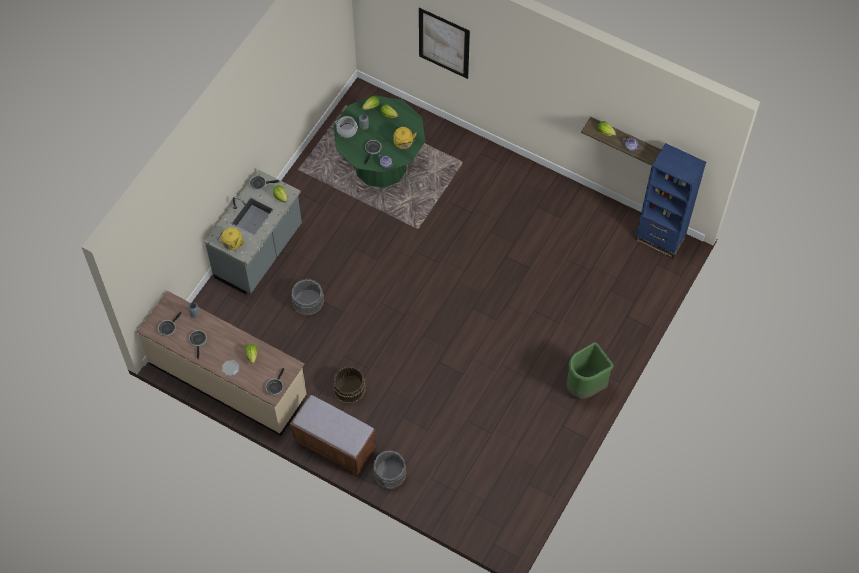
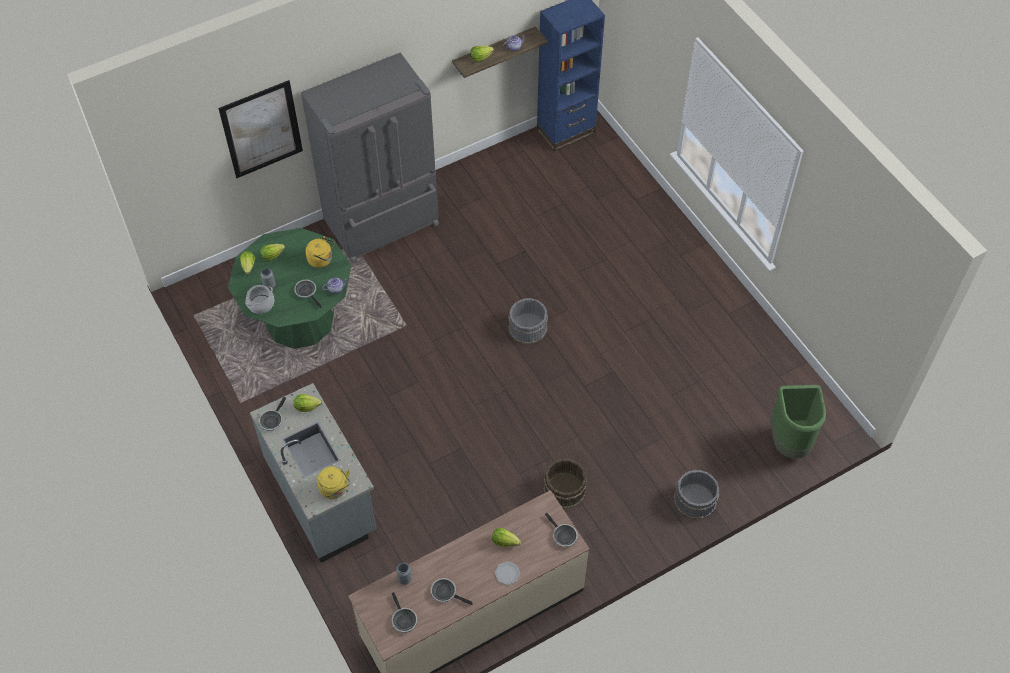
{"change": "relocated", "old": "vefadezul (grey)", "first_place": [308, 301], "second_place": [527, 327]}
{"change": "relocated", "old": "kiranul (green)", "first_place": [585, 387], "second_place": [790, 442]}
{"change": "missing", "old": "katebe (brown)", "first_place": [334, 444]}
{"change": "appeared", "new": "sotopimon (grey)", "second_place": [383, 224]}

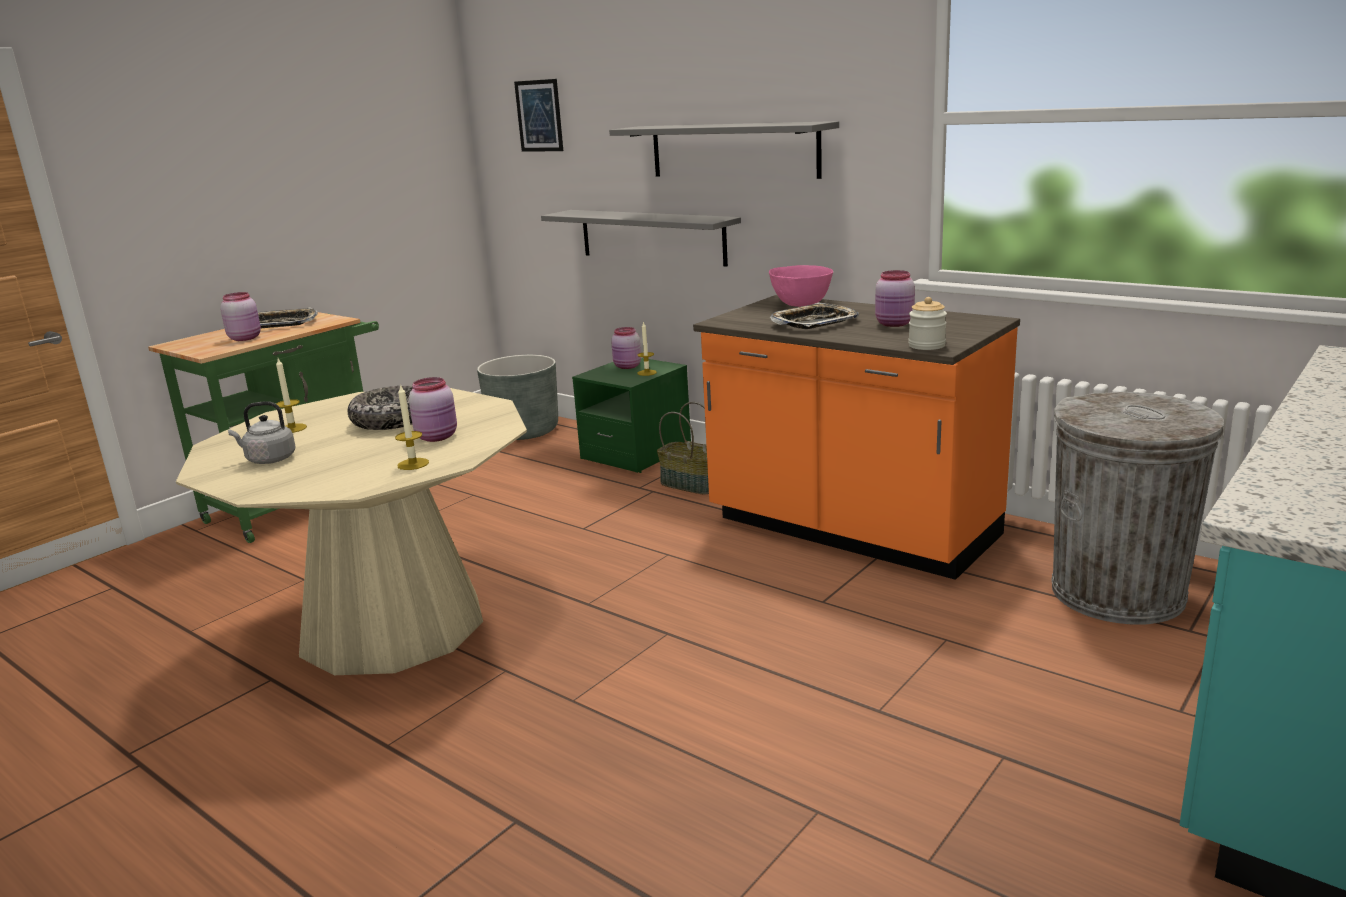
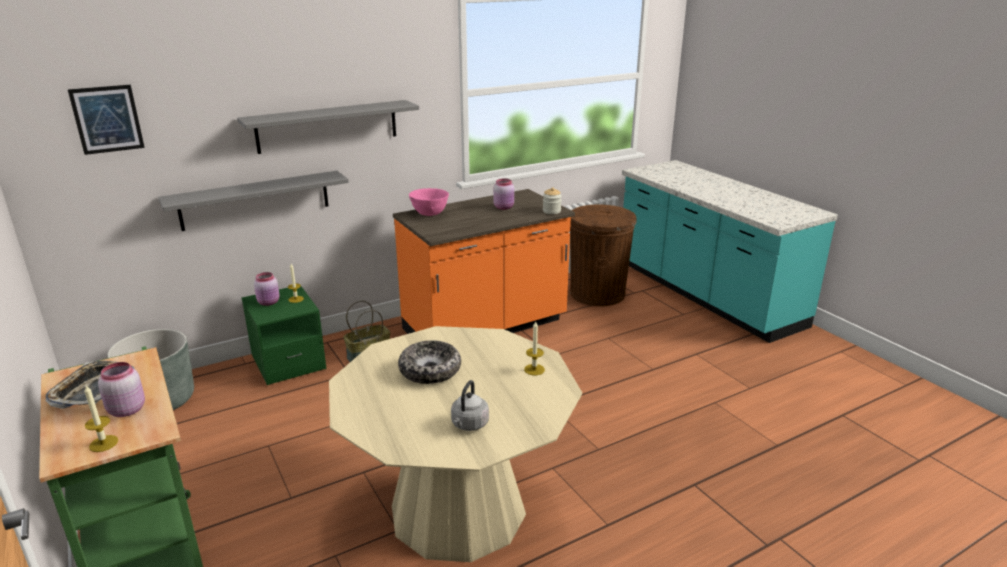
{"change": "missing", "old": "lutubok", "first_place": [814, 322]}
{"change": "relocated", "old": "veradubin", "first_place": [292, 428], "second_place": [103, 443]}
{"change": "missing", "old": "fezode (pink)", "first_place": [438, 437]}
{"change": "colour", "old": "kiranul (grey)", "new": "kiranul (brown)", "first_place": [1118, 593], "second_place": [597, 293]}

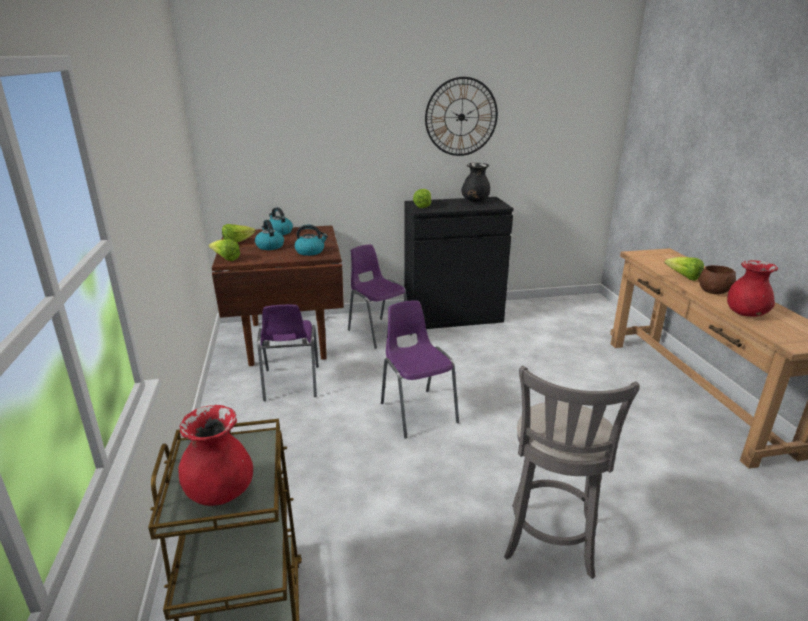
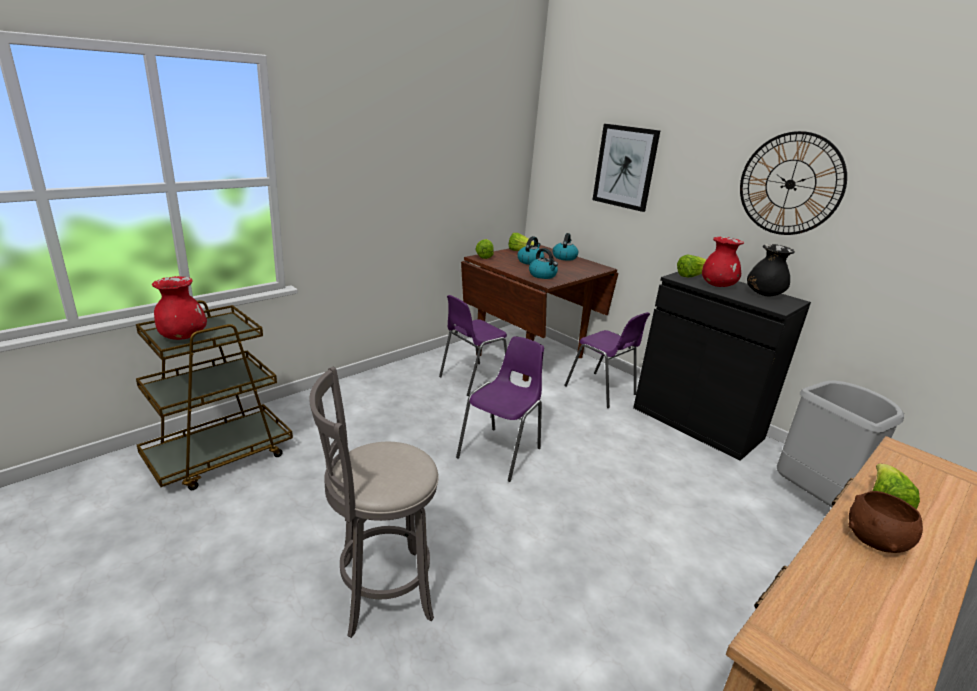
{"change": "spun", "old": "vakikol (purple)", "first_place": [378, 332], "second_place": [601, 391], "degrees": 120}
{"change": "relocated", "old": "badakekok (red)", "first_place": [745, 314], "second_place": [717, 285]}
{"change": "appeared", "new": "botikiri", "second_place": [625, 167]}
{"change": "appeared", "new": "kiranul (grey)", "second_place": [815, 498]}

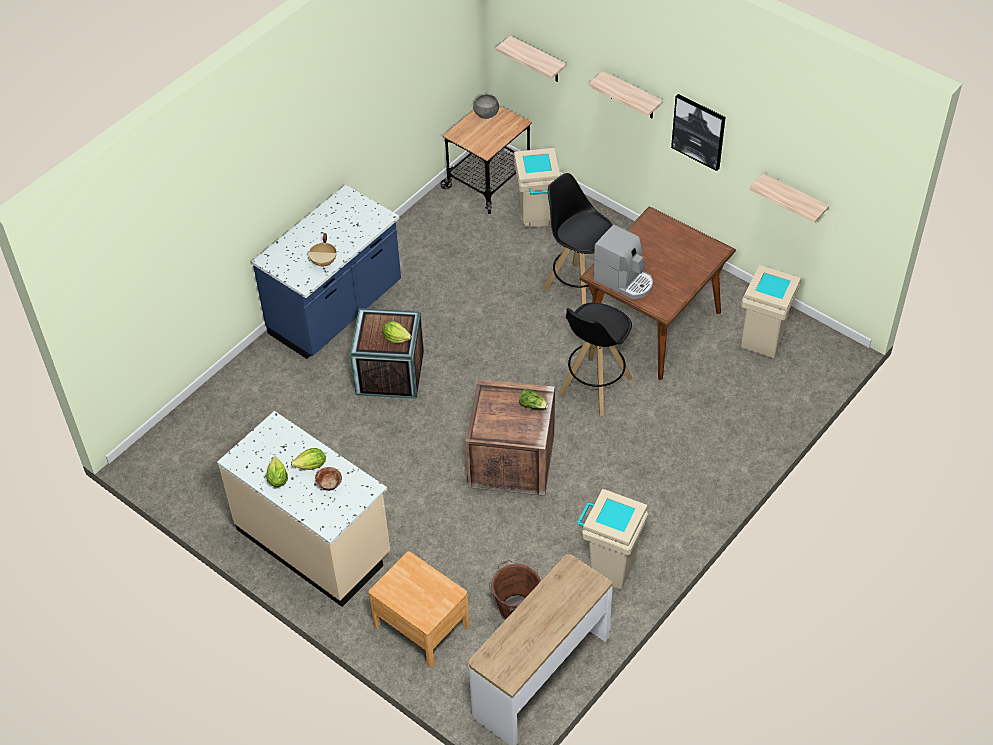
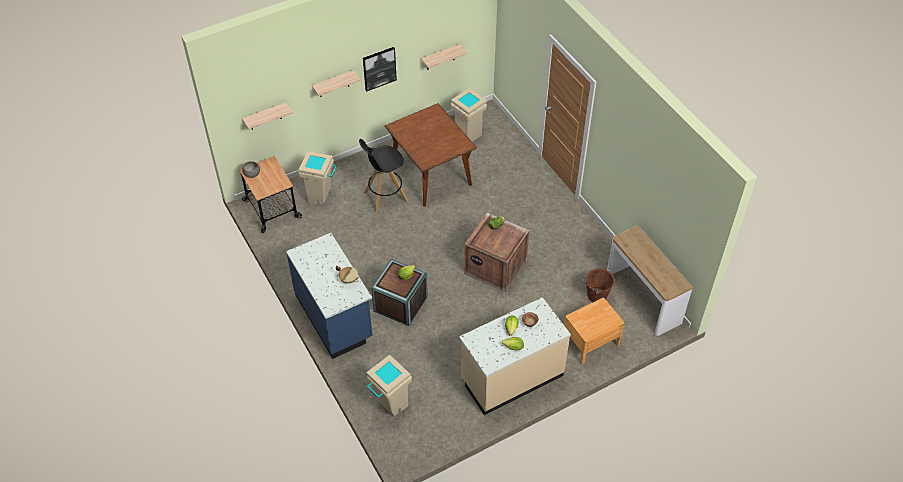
{"change": "missing", "old": "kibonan", "first_place": [624, 281]}
{"change": "missing", "old": "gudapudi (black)", "first_place": [594, 386]}
{"change": "relocated", "old": "kiranul (beige)", "first_place": [609, 568], "second_place": [390, 406]}

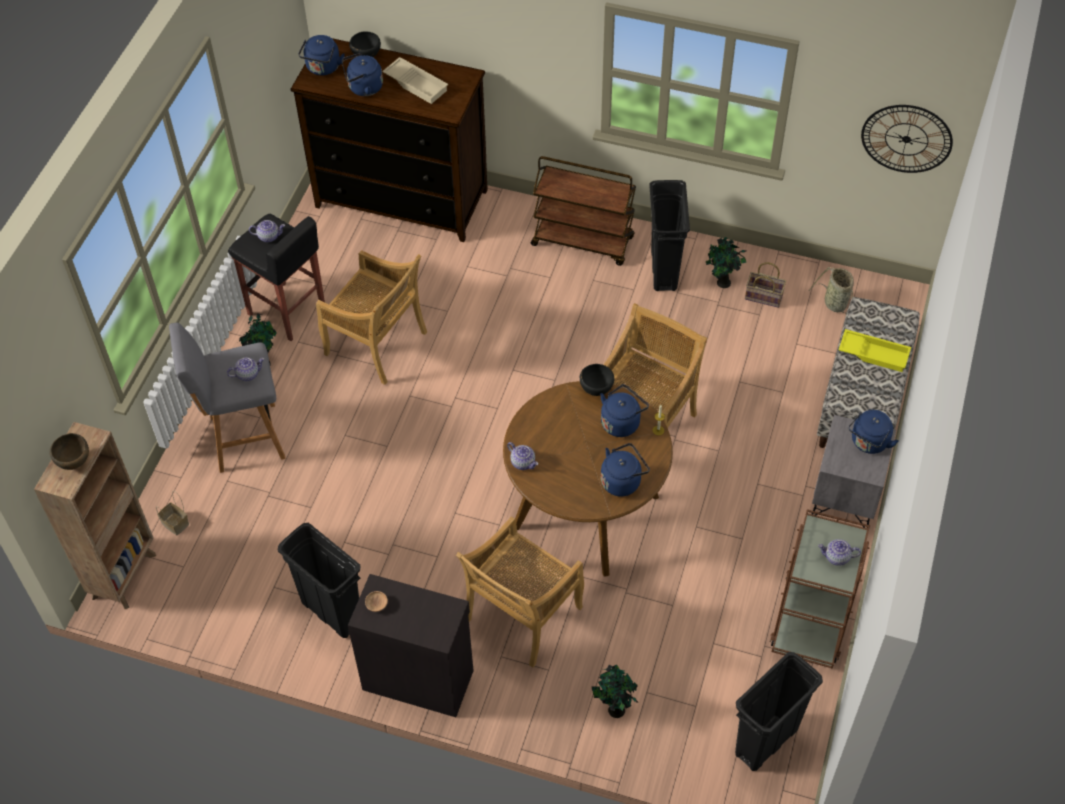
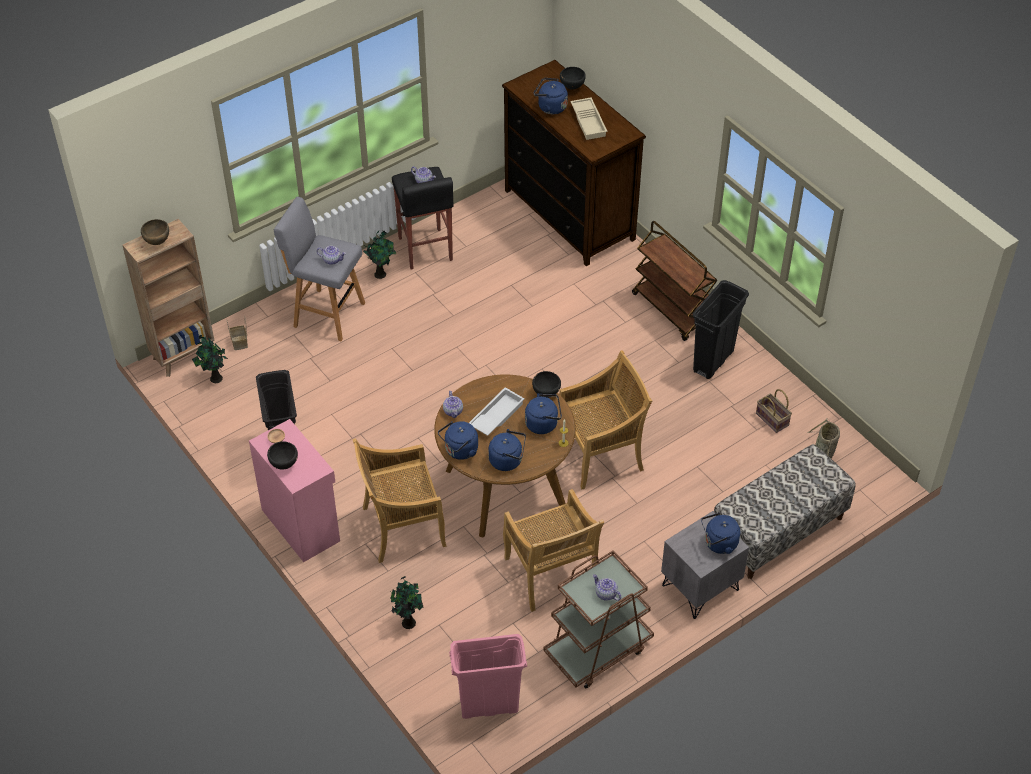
{"change": "relocated", "old": "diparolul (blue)", "first_place": [323, 68], "second_place": [460, 451]}
{"change": "missing", "old": "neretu", "first_place": [906, 139]}
{"change": "relocated", "old": "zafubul", "first_place": [722, 283], "second_place": [215, 378]}
{"change": "relocated", "old": "vakikol (beige)", "first_place": [377, 344], "second_place": [551, 574]}
{"change": "missing", "old": "lutubok (yellow)", "first_place": [874, 353]}
{"change": "colour", "old": "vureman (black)", "new": "vureman (pink)", "first_place": [418, 678], "second_place": [301, 524]}
{"change": "colour", "old": "kiranul (black)", "new": "kiranul (pink)", "first_place": [765, 742], "second_place": [488, 706]}
{"change": "appeared", "new": "lutubok (white)", "second_place": [496, 415]}
{"change": "appeared", "new": "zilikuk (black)", "second_place": [283, 464]}

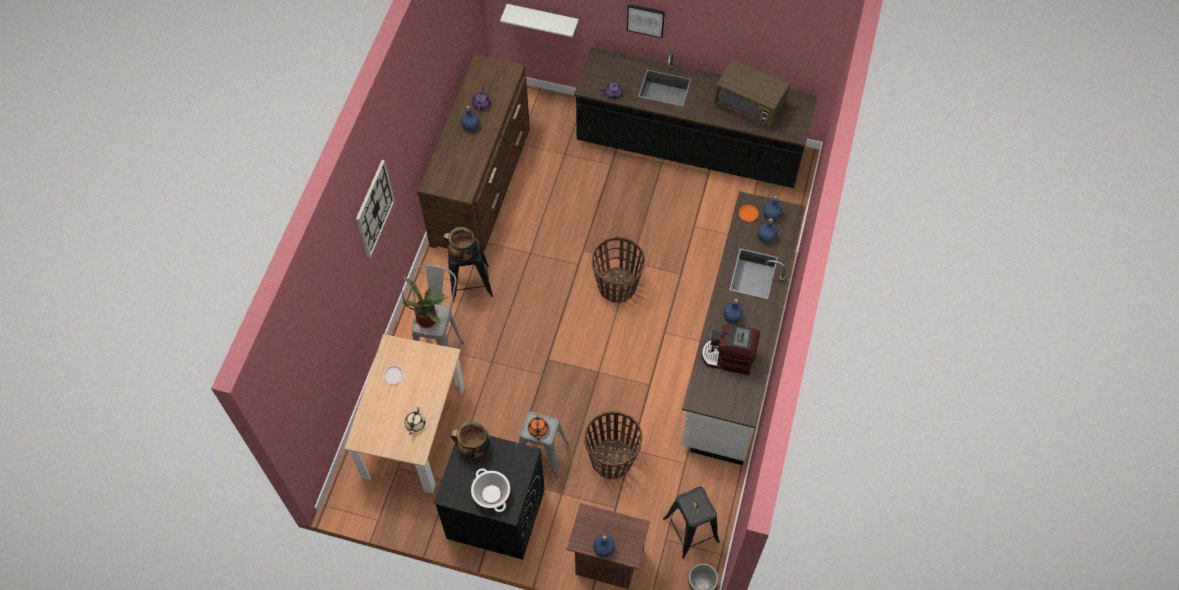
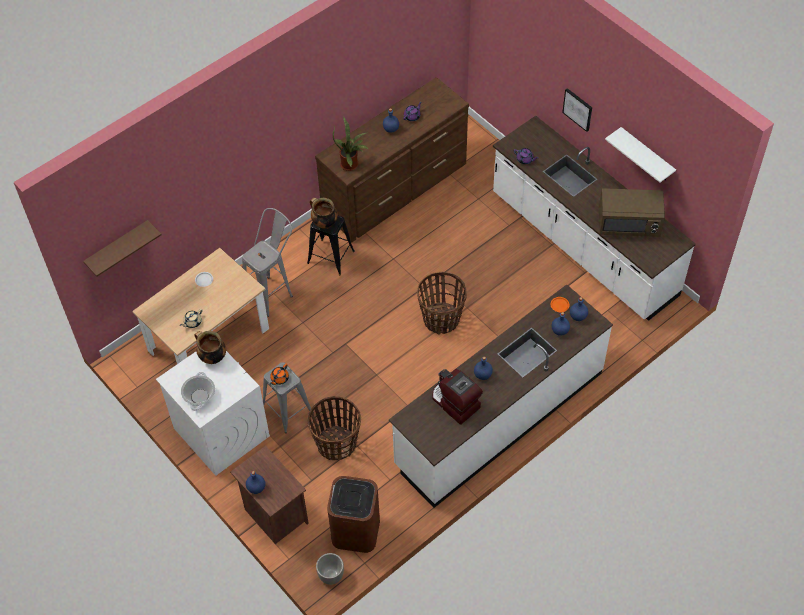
{"change": "relocated", "old": "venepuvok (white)", "first_place": [543, 19], "second_place": [646, 155]}
{"change": "colour", "old": "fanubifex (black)", "new": "fanubifex (white)", "first_place": [689, 149], "second_place": [583, 245]}
{"change": "spun", "old": "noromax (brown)", "first_place": [749, 106], "second_place": [629, 224], "degrees": -60}
{"change": "missing", "old": "neretu", "first_place": [374, 209]}
{"change": "relocated", "old": "zafubul", "first_place": [428, 318], "second_place": [351, 164]}
{"change": "colour", "old": "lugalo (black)", "new": "lugalo (white)", "first_place": [495, 514], "second_place": [221, 432]}
{"change": "exchanged", "old": "gudapudi (black)", "new": "kiranul (brown)", "first_place": [691, 530], "second_place": [355, 531]}
{"change": "appeared", "new": "venepuvok (brown)", "second_place": [118, 247]}

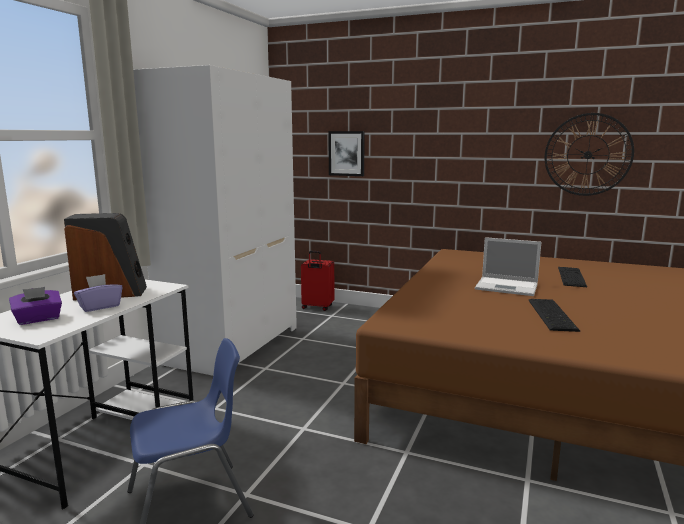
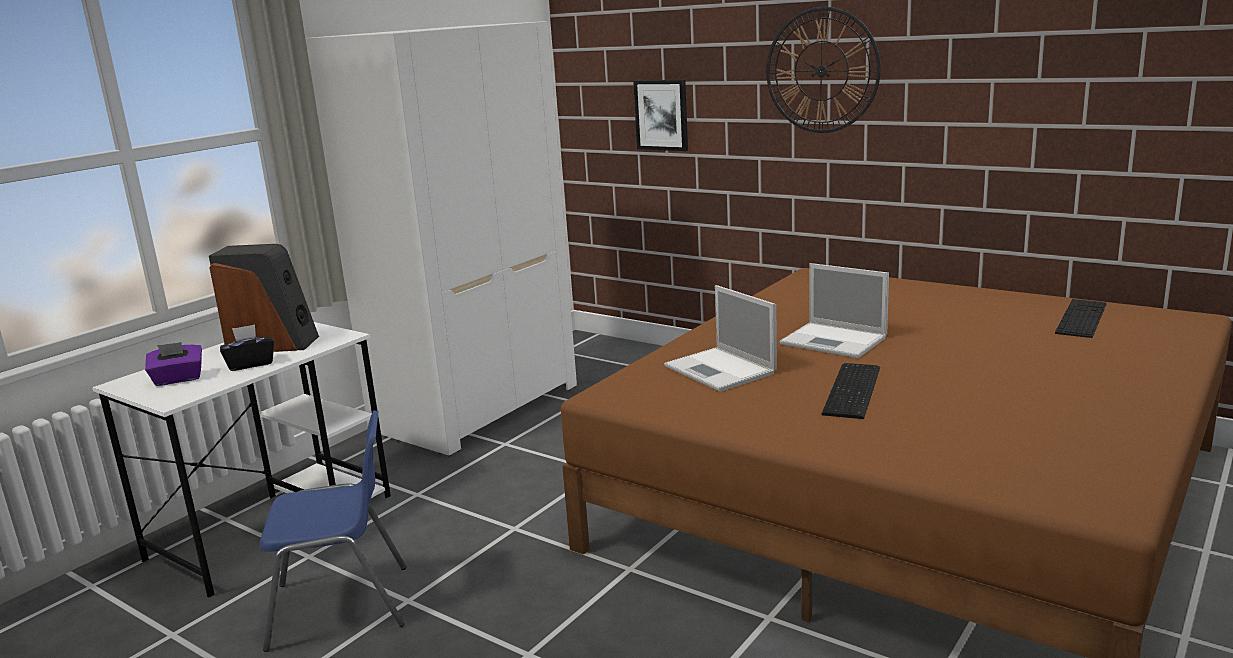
{"change": "relocated", "old": "neretu", "first_place": [588, 155], "second_place": [821, 71]}
{"change": "missing", "old": "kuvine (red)", "first_place": [317, 307]}
{"change": "relocated", "old": "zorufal", "first_place": [571, 277], "second_place": [1081, 318]}
{"change": "colour", "old": "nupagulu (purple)", "new": "nupagulu (black)", "first_place": [99, 306], "second_place": [250, 364]}
{"change": "appeared", "new": "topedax", "second_place": [721, 370]}

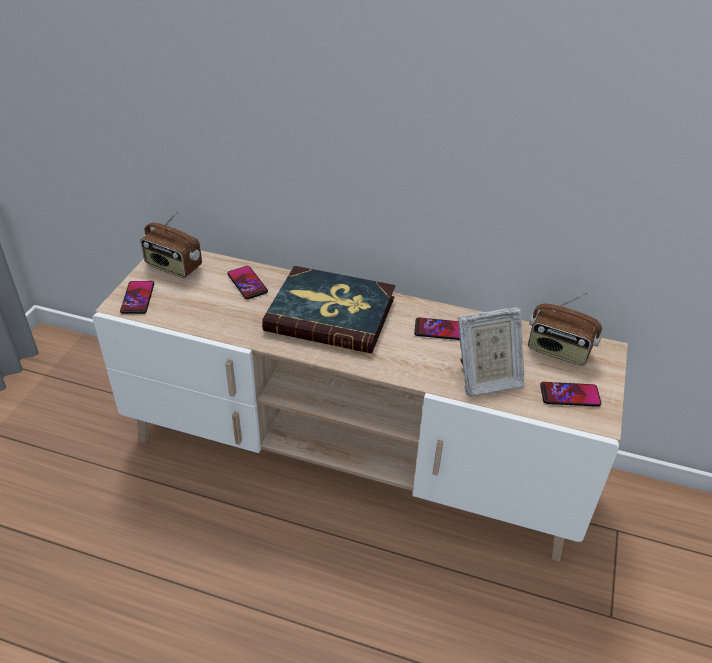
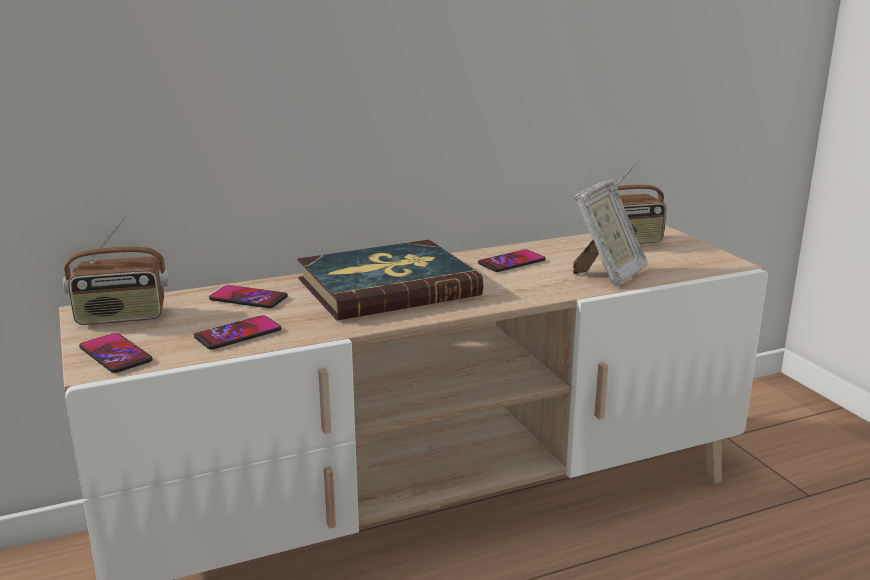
{"change": "relocated", "old": "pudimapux", "first_place": [569, 395], "second_place": [238, 334]}

